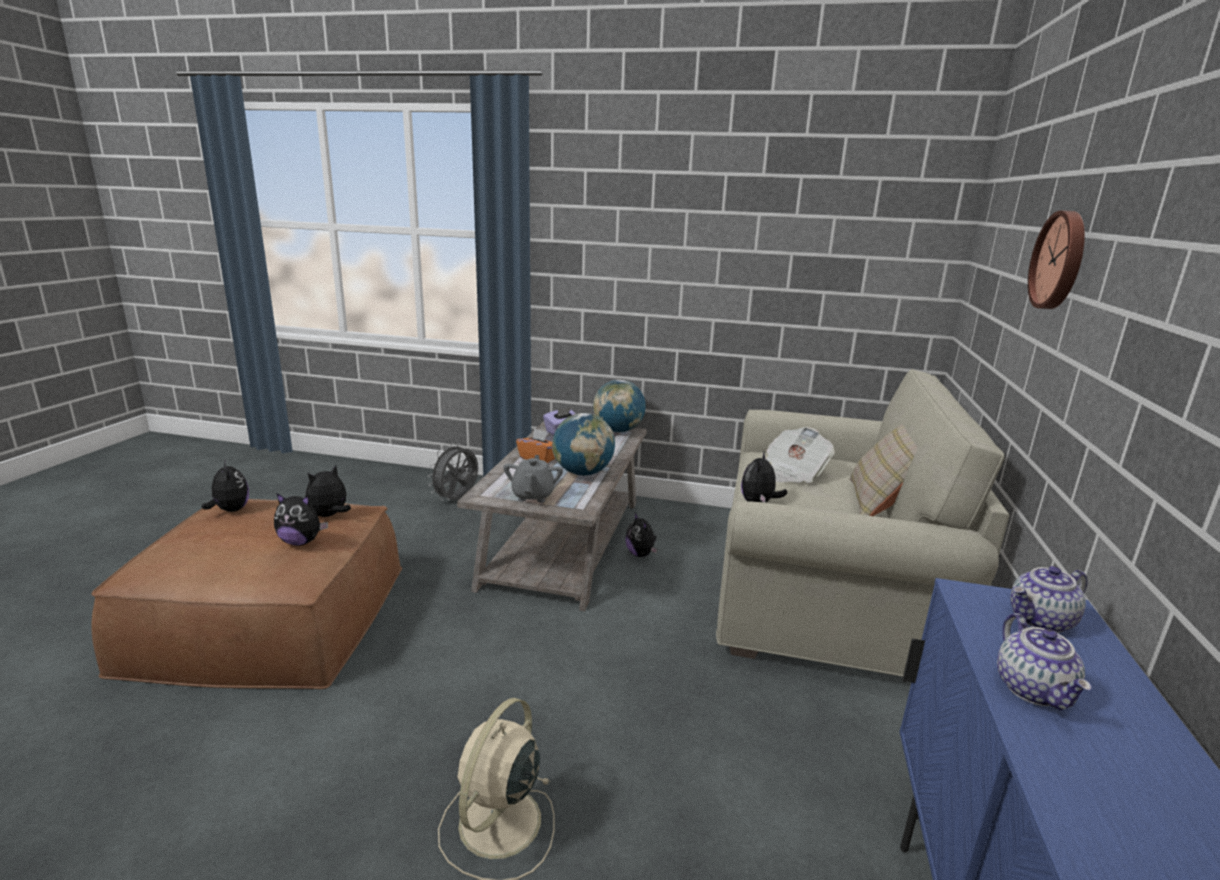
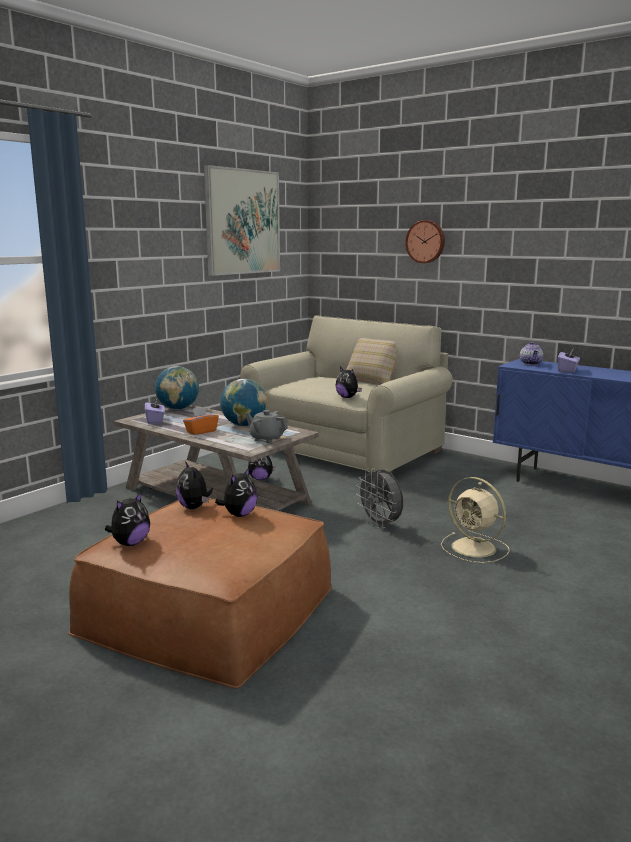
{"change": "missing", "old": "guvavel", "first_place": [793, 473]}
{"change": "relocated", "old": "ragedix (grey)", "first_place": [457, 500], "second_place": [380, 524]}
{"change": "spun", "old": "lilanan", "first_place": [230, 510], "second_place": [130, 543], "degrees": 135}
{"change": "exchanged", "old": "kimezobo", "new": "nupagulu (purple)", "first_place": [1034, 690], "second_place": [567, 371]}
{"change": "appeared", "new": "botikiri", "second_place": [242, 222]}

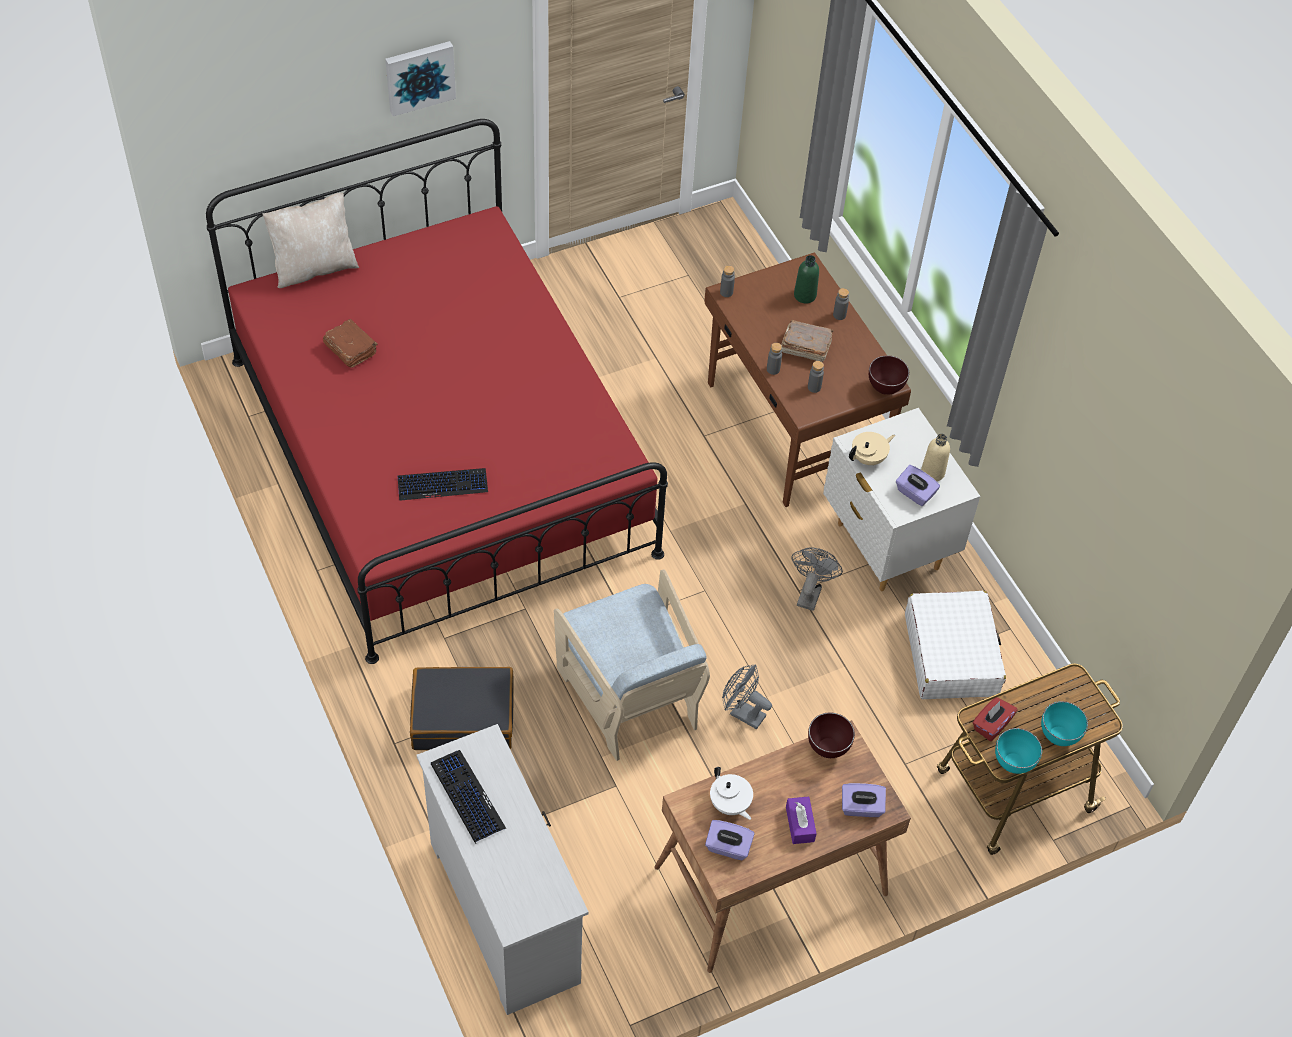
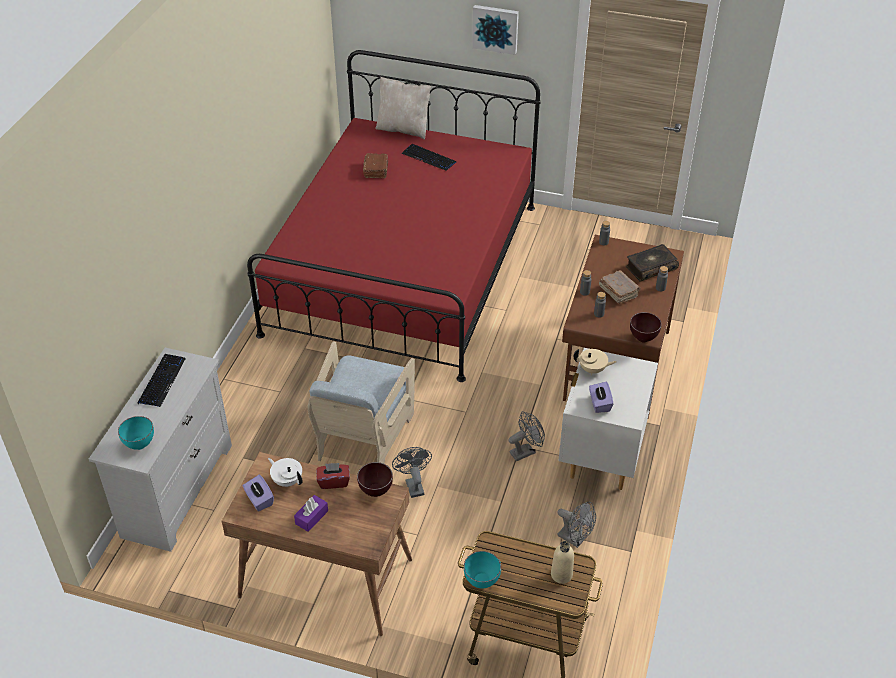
{"change": "exchanged", "old": "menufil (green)", "new": "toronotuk", "first_place": [805, 295], "second_place": [650, 267]}
{"change": "relocated", "old": "menufil (beige)", "first_place": [932, 472], "second_place": [561, 574]}
{"change": "relocated", "old": "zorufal", "first_place": [442, 485], "second_place": [429, 158]}
{"change": "exchanged", "old": "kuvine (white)", "new": "ragedix (grey)", "first_place": [951, 654], "second_place": [575, 539]}
{"change": "missing", "old": "kuvine (black)", "first_place": [463, 717]}
{"change": "relocated", "old": "nupagulu (red)", "first_place": [991, 725], "second_place": [333, 482]}
{"change": "relocated", "old": "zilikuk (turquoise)", "first_place": [1057, 737], "second_place": [139, 445]}
{"change": "spun", "old": "kimezobo (white)", "first_place": [730, 805], "second_place": [287, 480], "degrees": 120}
{"change": "missing", "old": "nupagulu (purple)", "first_place": [861, 808]}

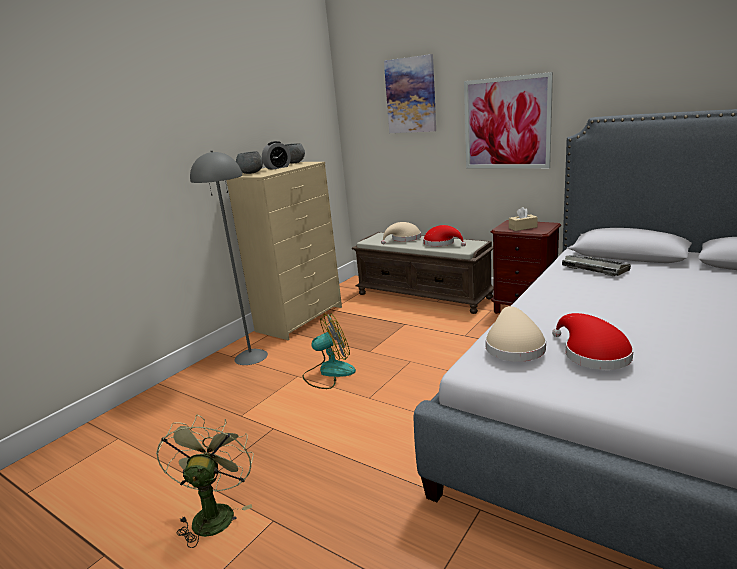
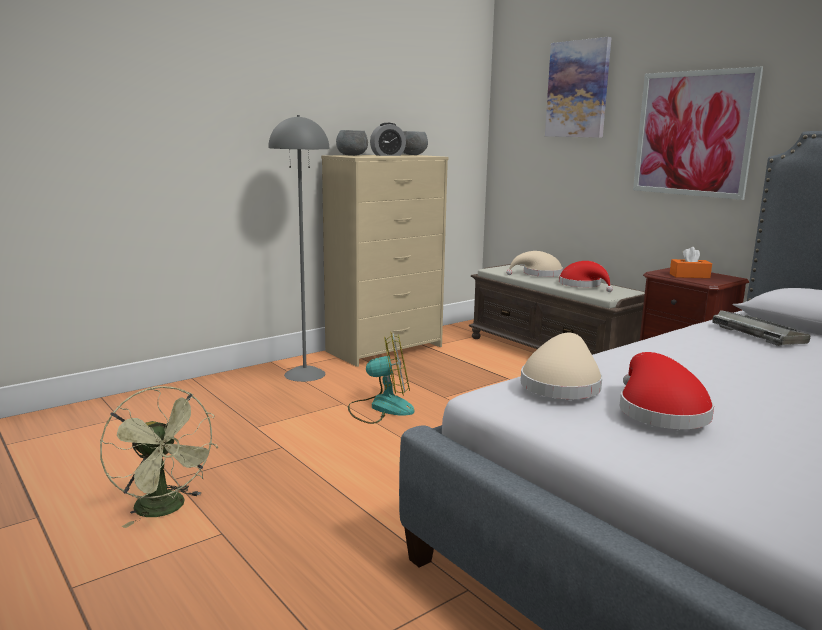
{"change": "colour", "old": "nupagulu (beige)", "new": "nupagulu (orange)", "first_place": [522, 227], "second_place": [689, 276]}
{"change": "spun", "old": "ragedix (green)", "first_place": [214, 513], "second_place": [166, 509], "degrees": 120}

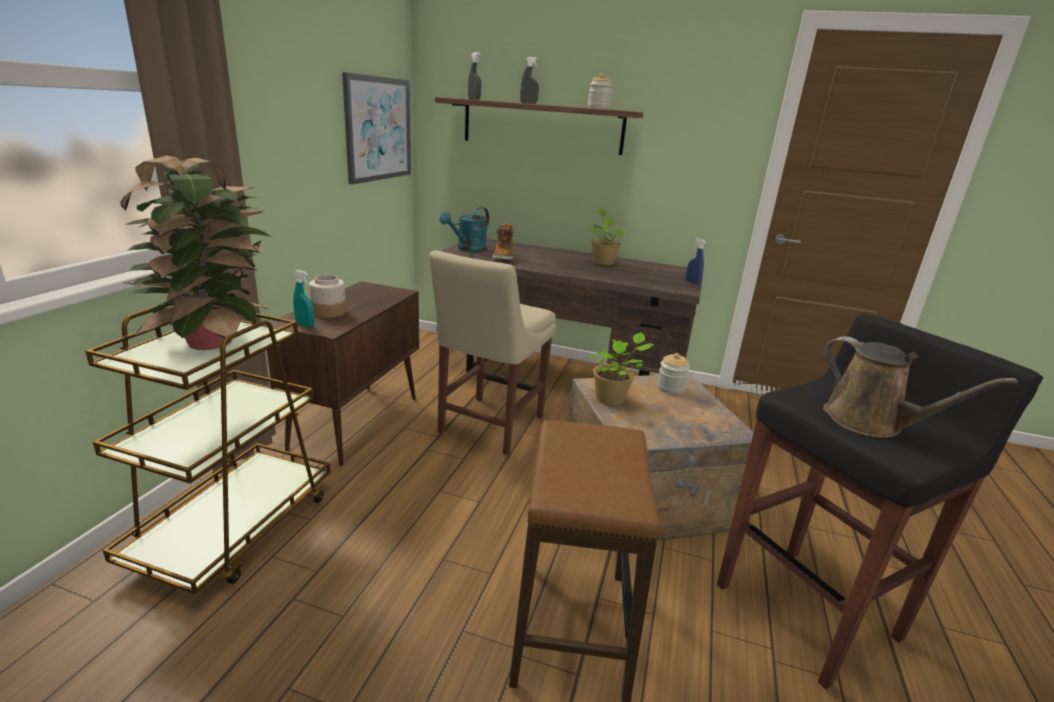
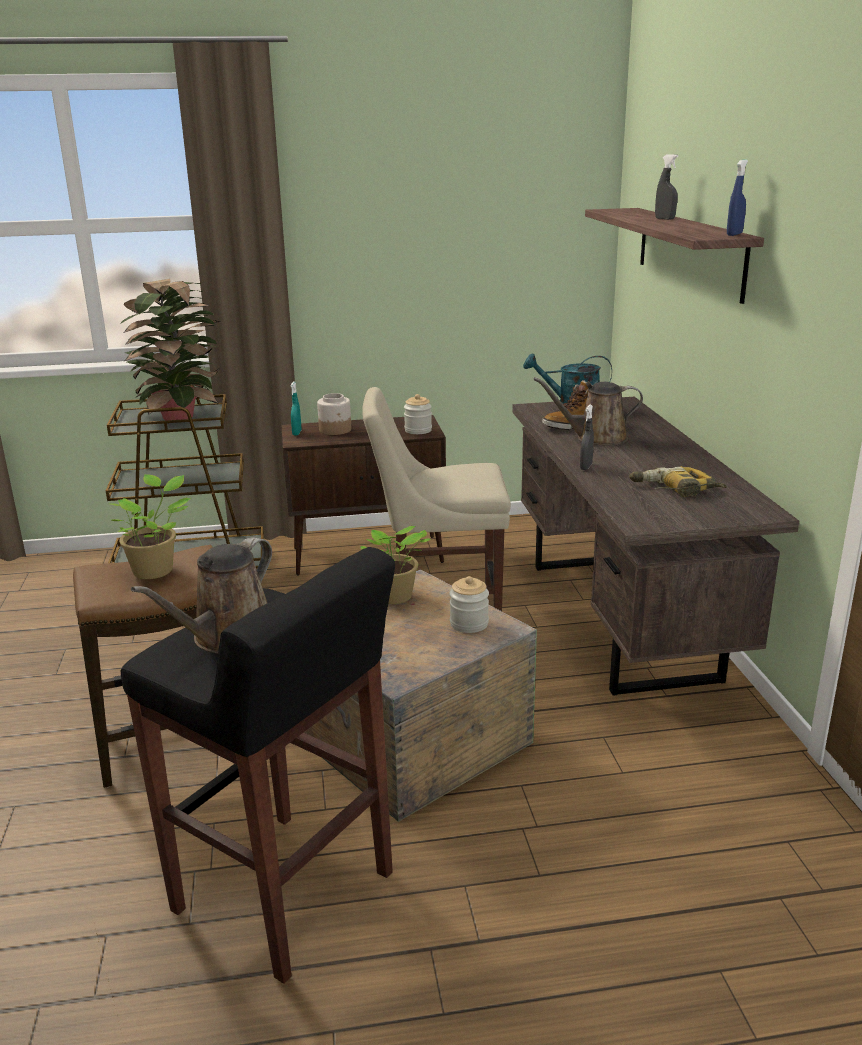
{"change": "relocated", "old": "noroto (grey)", "first_place": [474, 99], "second_place": [586, 467]}
{"change": "missing", "old": "botikiri", "first_place": [378, 129]}
{"change": "relocated", "old": "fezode", "first_place": [598, 108], "second_place": [418, 430]}
{"change": "relocated", "old": "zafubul", "first_place": [602, 262], "second_place": [156, 570]}
{"change": "relocated", "old": "noroto (blue)", "first_place": [692, 282], "second_place": [734, 234]}
{"change": "appeared", "new": "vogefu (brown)", "second_place": [596, 438]}
{"change": "appeared", "new": "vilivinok", "second_place": [675, 490]}

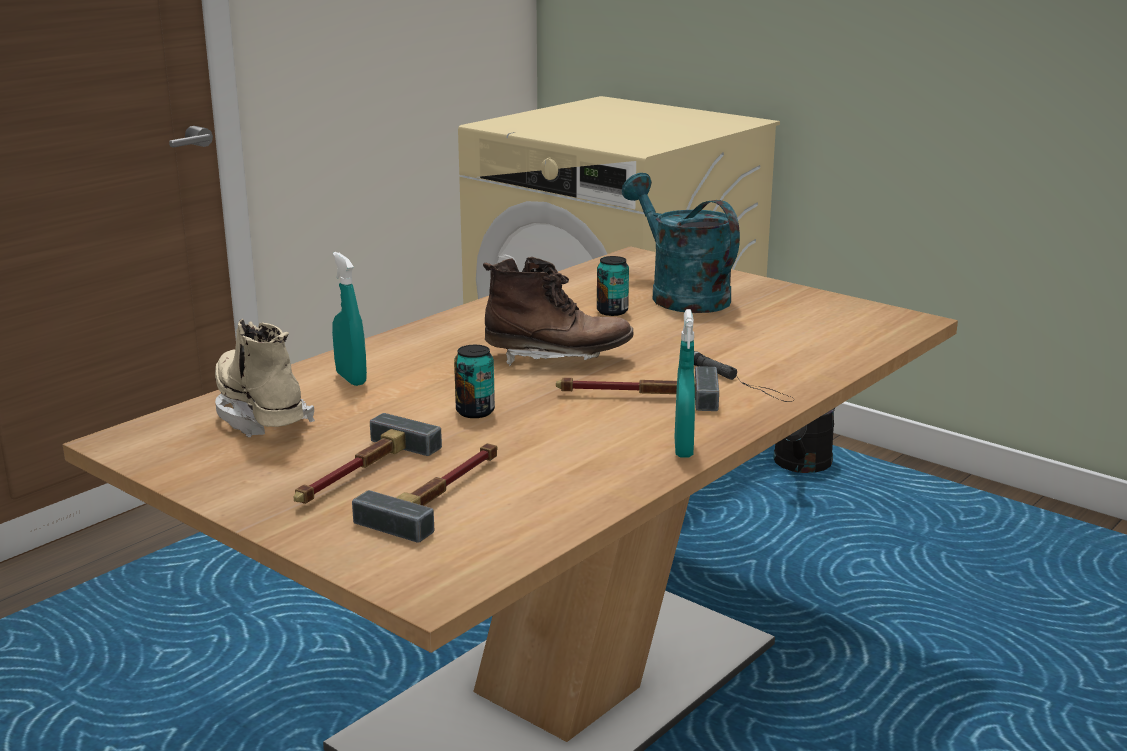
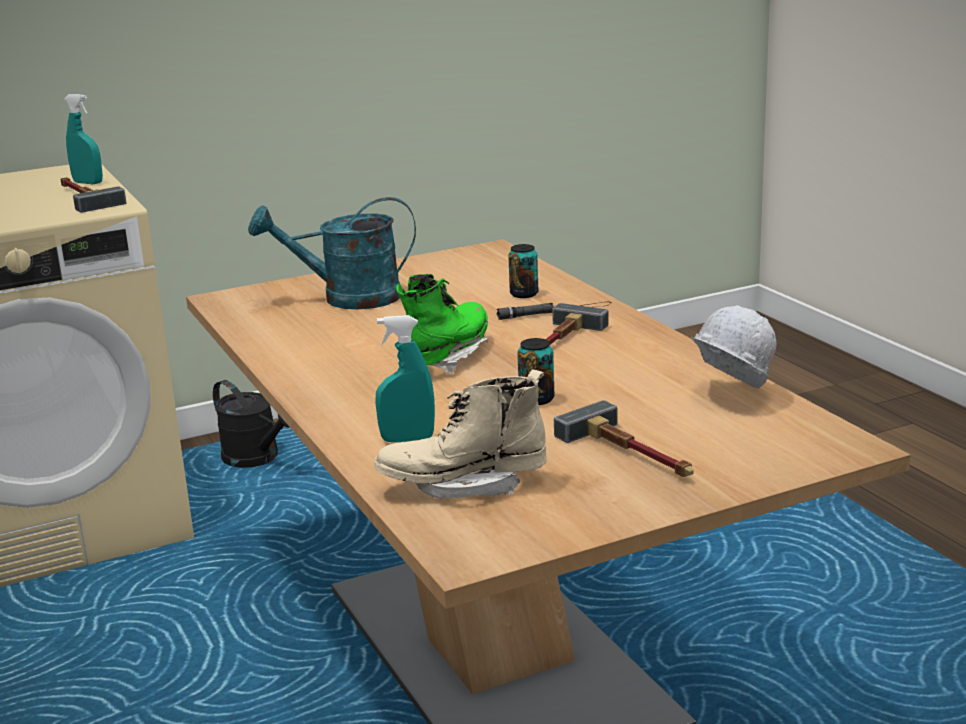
{"change": "relocated", "old": "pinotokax", "first_place": [612, 311], "second_place": [524, 294]}
{"change": "colour", "old": "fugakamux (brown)", "new": "fugakamux (green)", "first_place": [557, 358], "second_place": [446, 357]}
{"change": "relocated", "old": "noroto (turquoise)", "first_place": [683, 449], "second_place": [88, 183]}
{"change": "relocated", "old": "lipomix", "first_place": [443, 494], "second_place": [83, 198]}
{"change": "appeared", "new": "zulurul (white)", "second_place": [729, 396]}

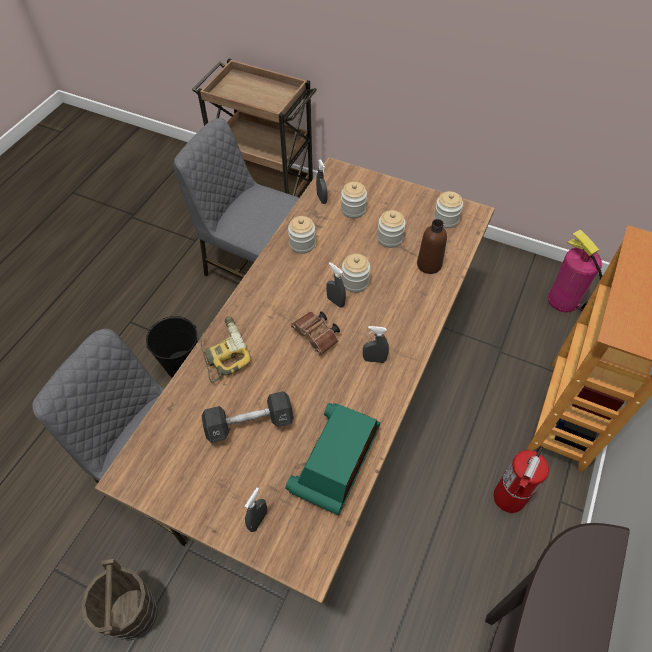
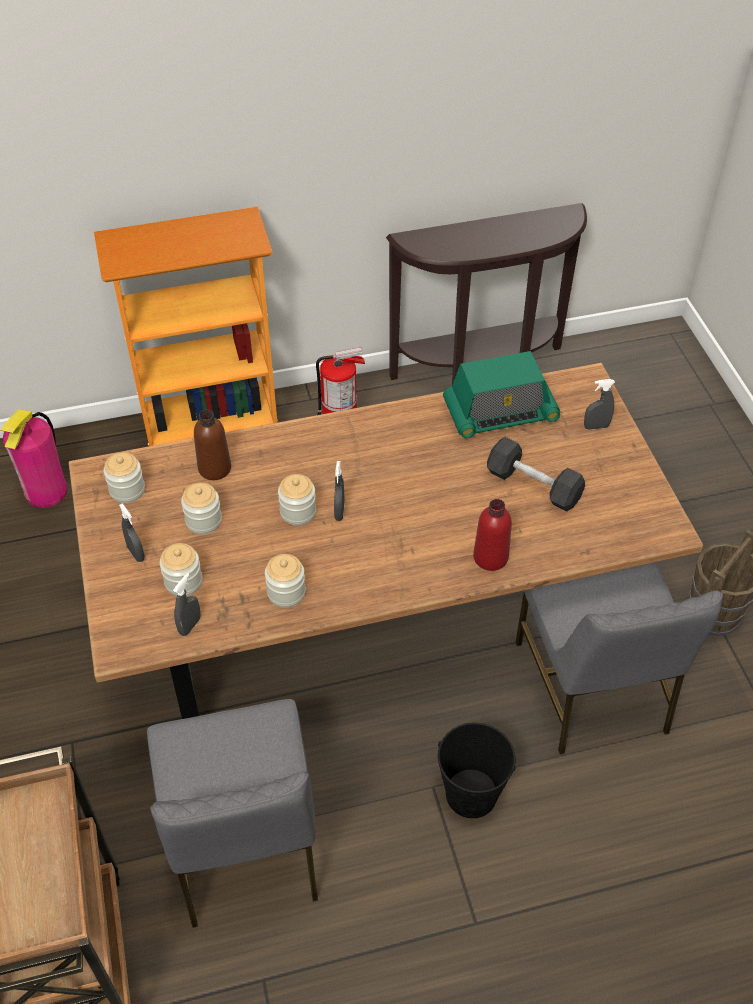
{"change": "missing", "old": "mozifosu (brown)", "first_place": [317, 337]}
{"change": "exchanged", "old": "vilivinok", "new": "menufil (red)", "first_place": [223, 352], "second_place": [490, 557]}
{"change": "relocated", "old": "noroto (grey)", "first_place": [374, 359], "second_place": [136, 553]}

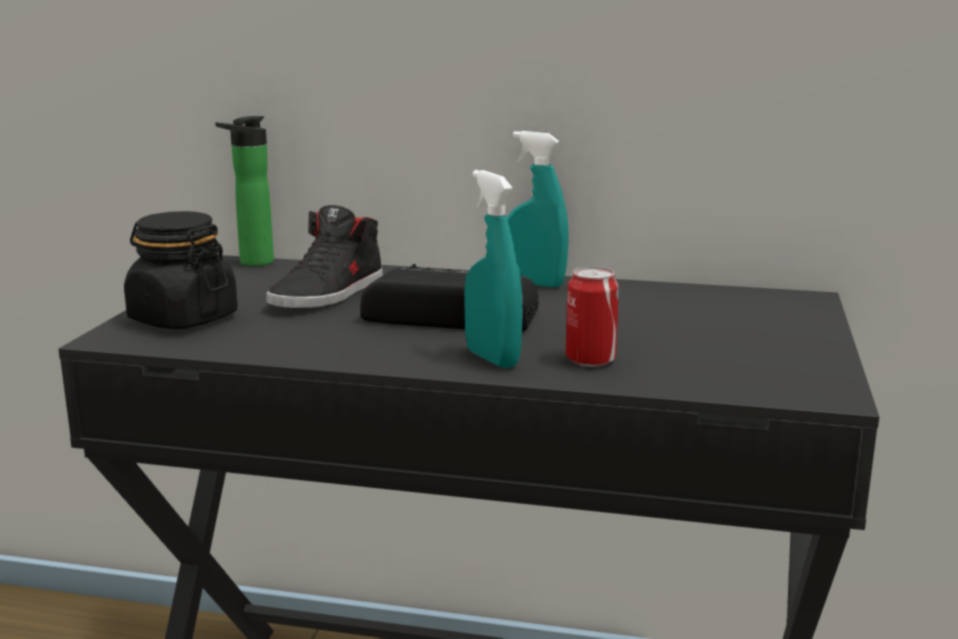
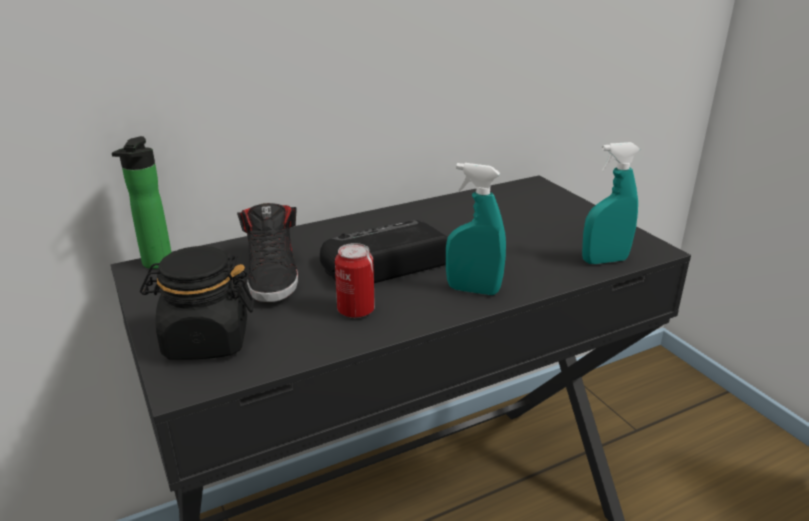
{"change": "relocated", "old": "noroto (turquoise)", "first_place": [535, 283], "second_place": [604, 260]}
{"change": "relocated", "old": "pinotokax", "first_place": [590, 360], "second_place": [356, 310]}

